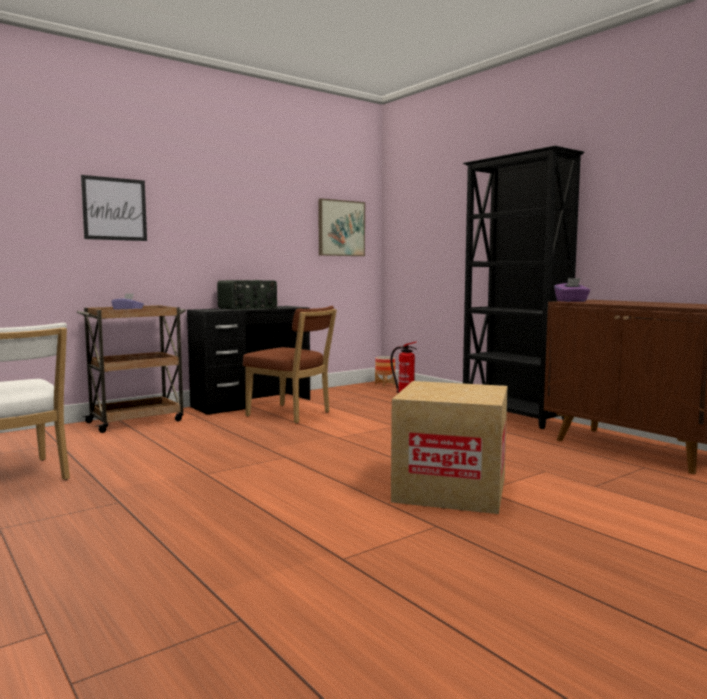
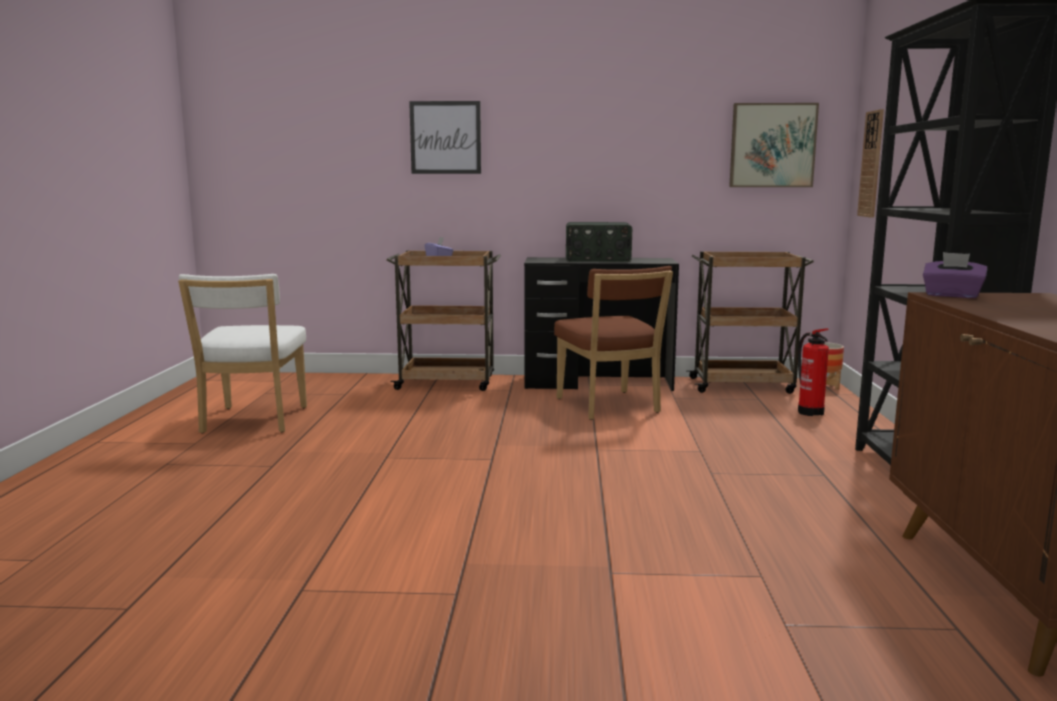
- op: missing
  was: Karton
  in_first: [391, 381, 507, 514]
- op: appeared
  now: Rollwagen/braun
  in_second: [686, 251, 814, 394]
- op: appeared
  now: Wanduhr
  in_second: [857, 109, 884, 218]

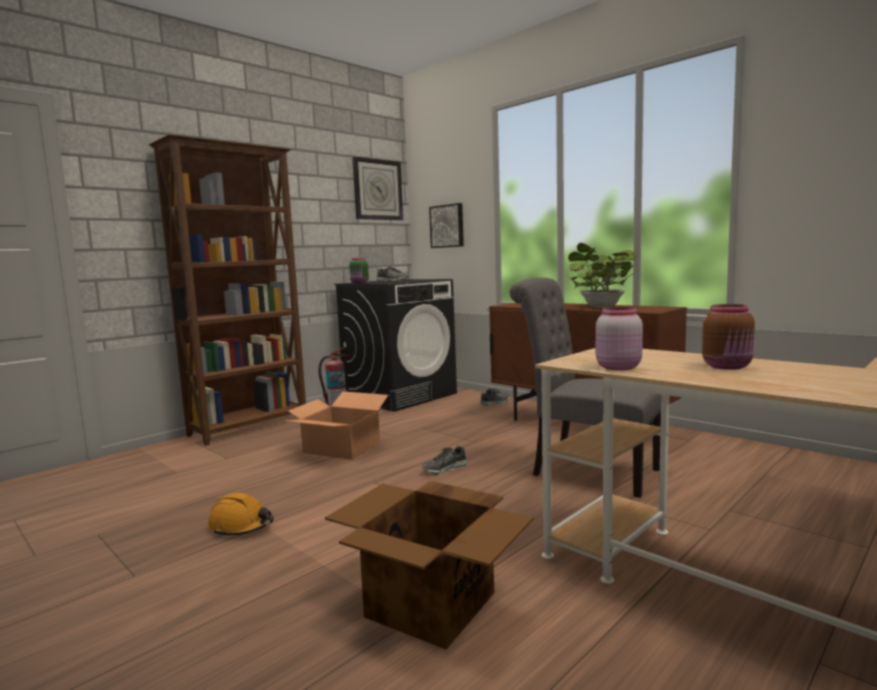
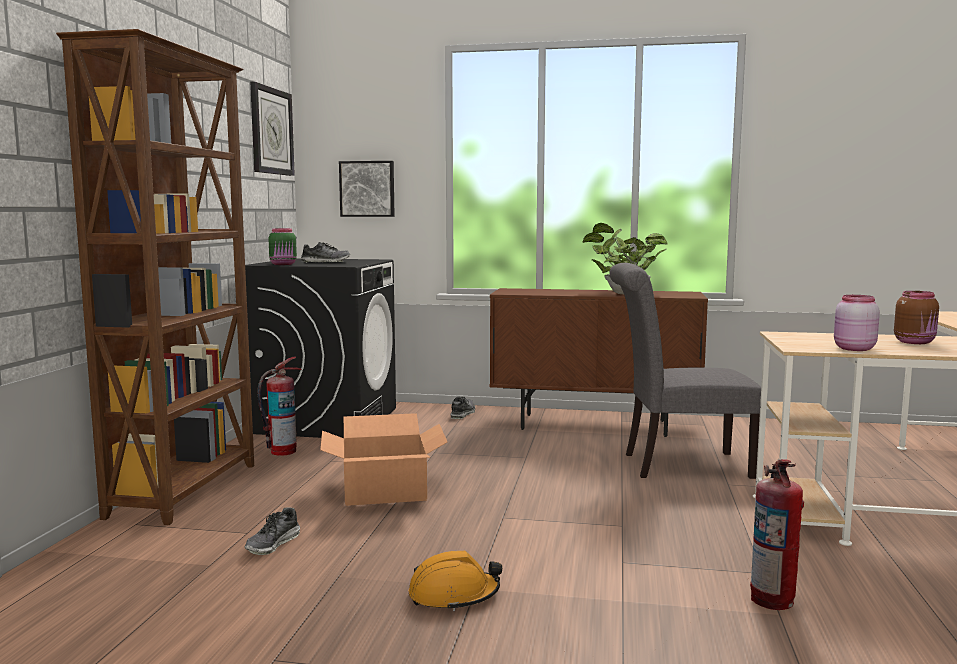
- op: relocated
  was: Schuh
  in_first: [422, 446, 468, 475]
  in_second: [244, 508, 300, 555]
- op: exchanged
  was: Karton
  now: Feuerlöscher
  in_first: [325, 481, 534, 649]
  in_second: [750, 459, 804, 610]

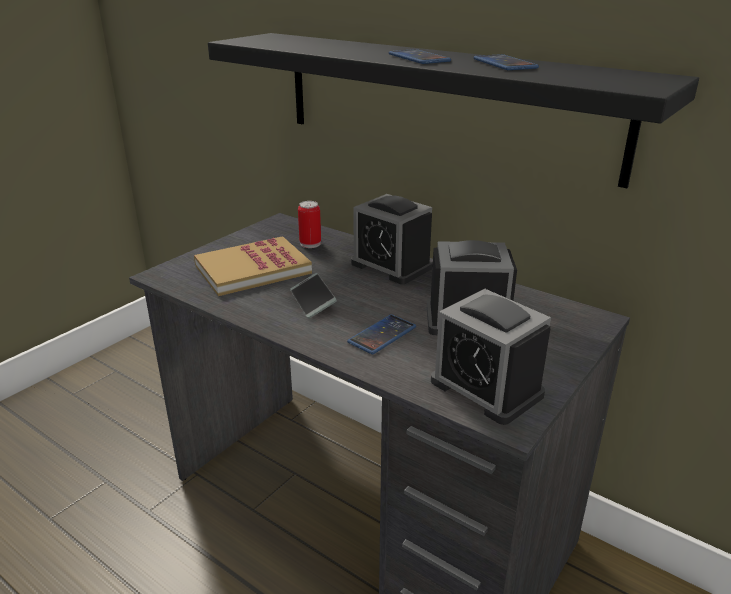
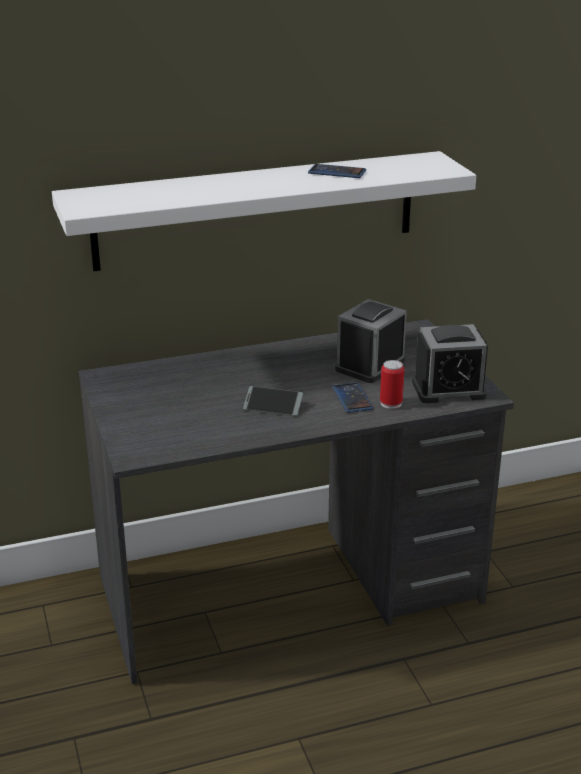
- op: missing
  was: Buch
  in_first: [194, 236, 312, 296]
- op: missing
  was: Wecker
  in_first: [351, 194, 433, 284]
- op: missing
  was: Handy
  in_first: [389, 49, 451, 64]
- op: relocated
  was: Dose
  in_first: [298, 201, 321, 248]
  in_second: [380, 360, 404, 409]
- op: colour
  was: Wandregal/schwarz
  now: Wandregal/weiß
  in_first: [208, 33, 699, 188]
  in_second: [52, 151, 476, 271]

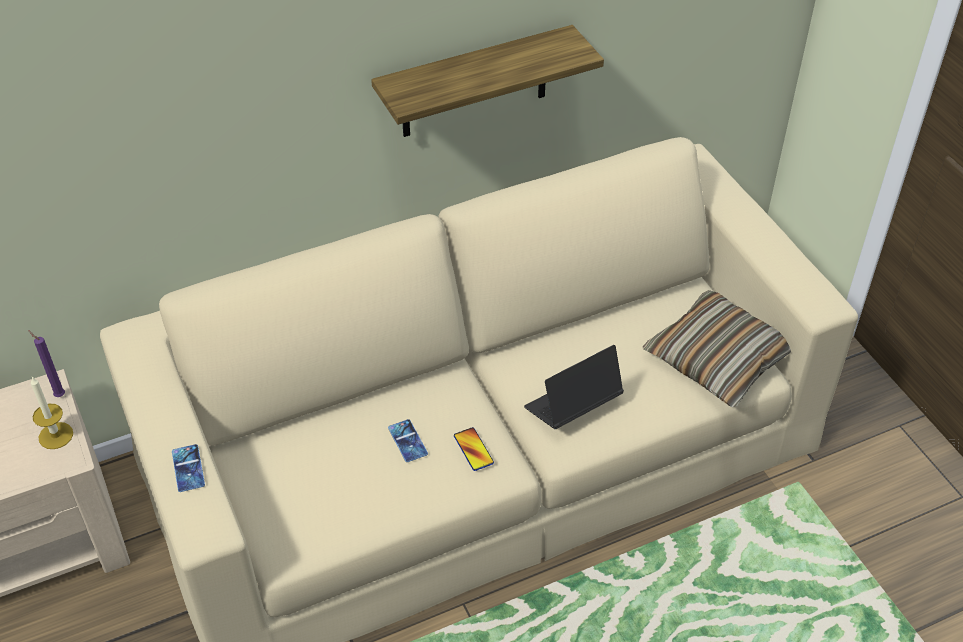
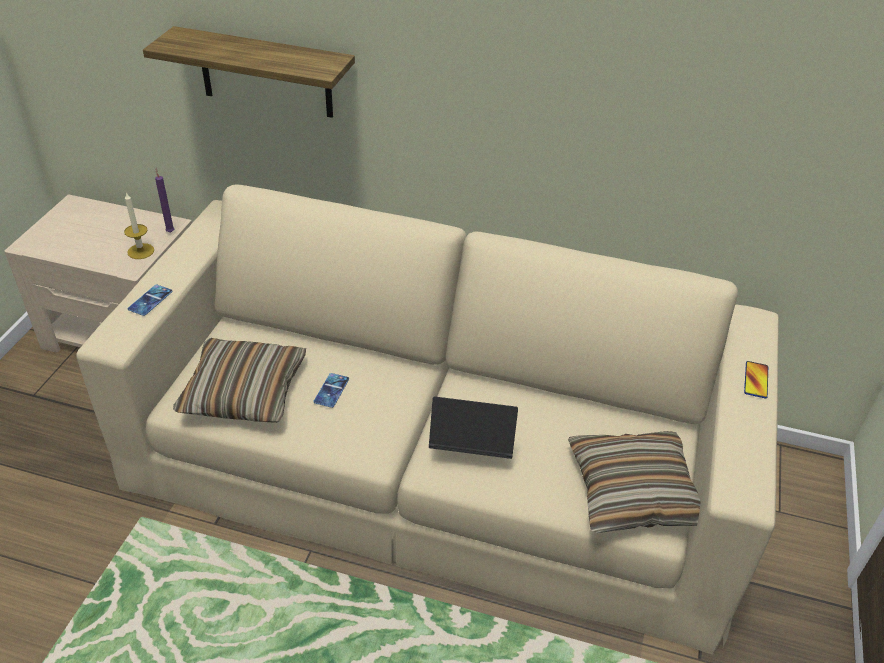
- op: appeared
  now: Kissen
  in_second: [173, 338, 306, 423]
- op: relocated
  was: Wandregal
  in_first: [371, 25, 604, 137]
  in_second: [143, 26, 355, 118]
- op: relocated
  was: Handy
  in_first: [454, 427, 494, 471]
  in_second: [744, 361, 768, 398]

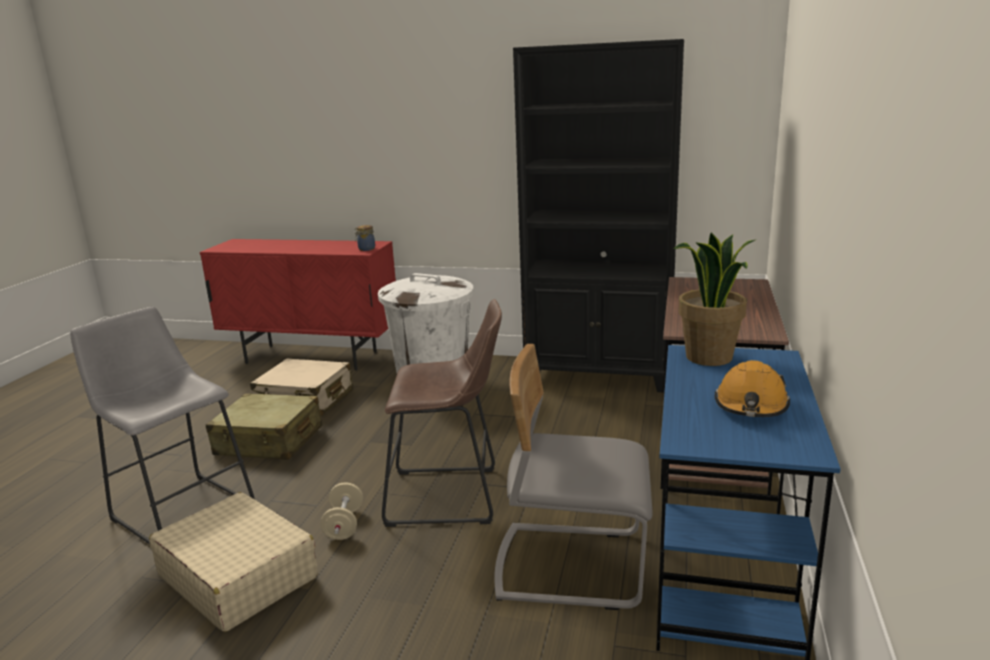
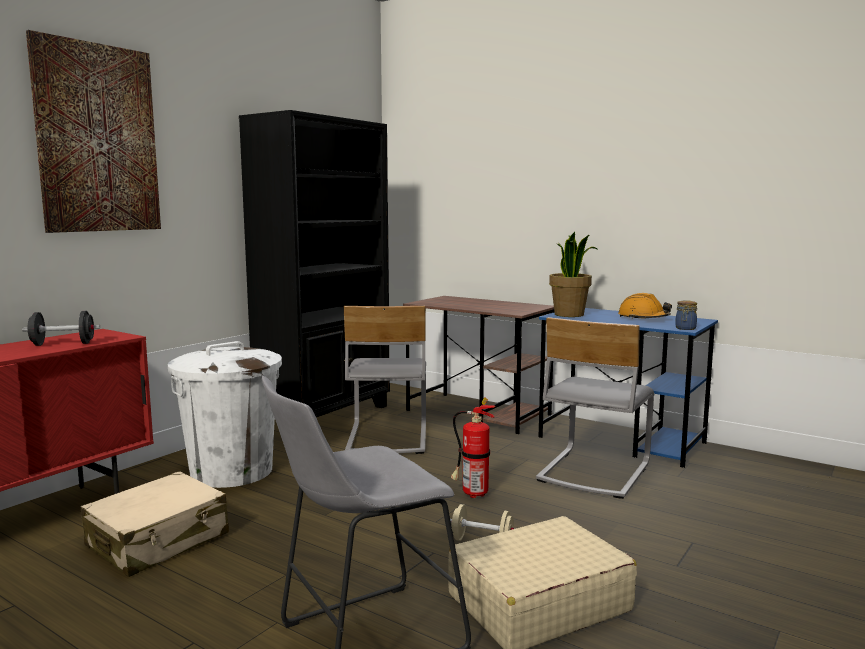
- op: missing
  was: Koffer/beige
  in_first: [206, 393, 322, 460]
- op: appeared
  now: Hantel/schwarz
  in_second: [22, 311, 100, 346]
- op: appeared
  now: Bild
  in_second: [26, 30, 161, 233]
- op: appeared
  now: Stuhl/grau
  in_second: [344, 306, 426, 454]
- op: relocated
  was: Vorratsglas
  in_first: [355, 225, 375, 251]
  in_second: [675, 300, 697, 330]
- op: exchanged
  was: Hocker/braun
  now: Feuerlöscher
  in_first: [382, 299, 502, 527]
  in_second: [451, 397, 496, 498]

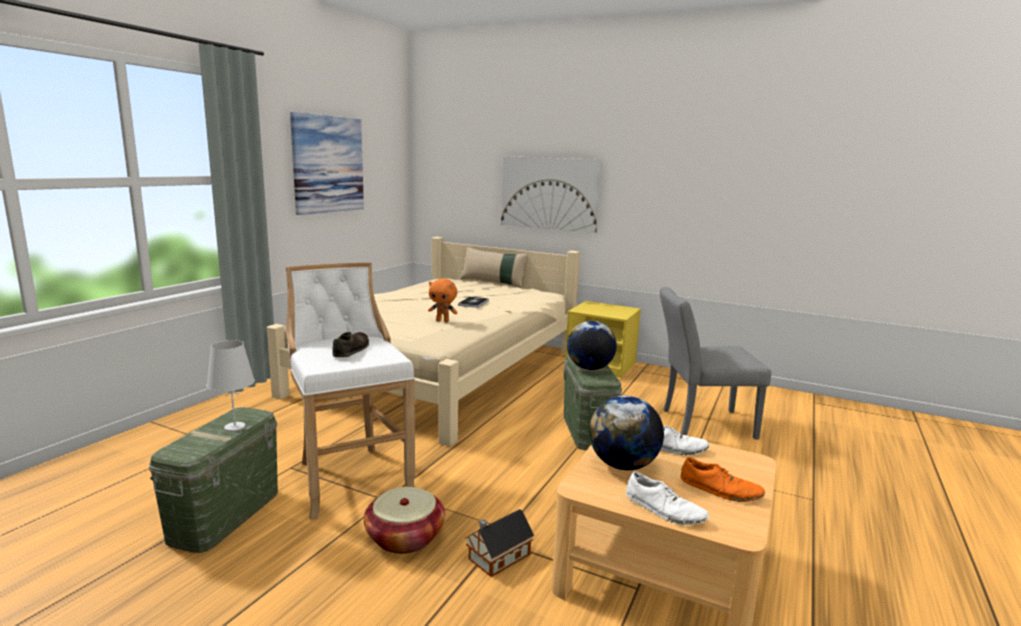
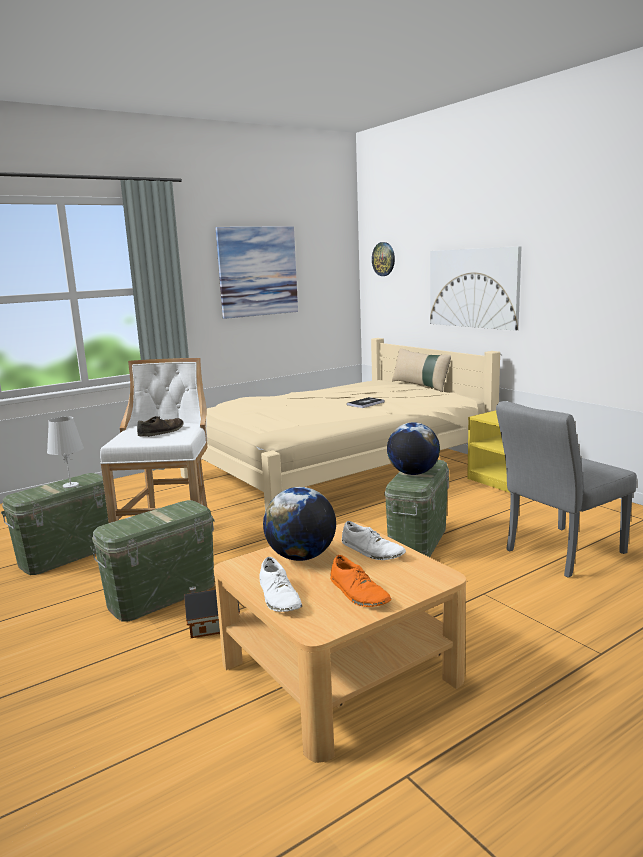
- op: missing
  was: Plüschtier/orange
  in_first: [428, 279, 458, 322]
- op: appeared
  now: Wanduhr
  in_second: [372, 242, 395, 276]
- op: exchanged
  was: Korb
  now: Aufbewahrungsbox/grün
  in_first: [364, 487, 445, 554]
  in_second: [91, 500, 215, 622]
- op: spun
  was: Stuhl/grau
  in_first: [660, 287, 771, 440]
  in_second: [496, 401, 637, 578]
  clockwise: -60

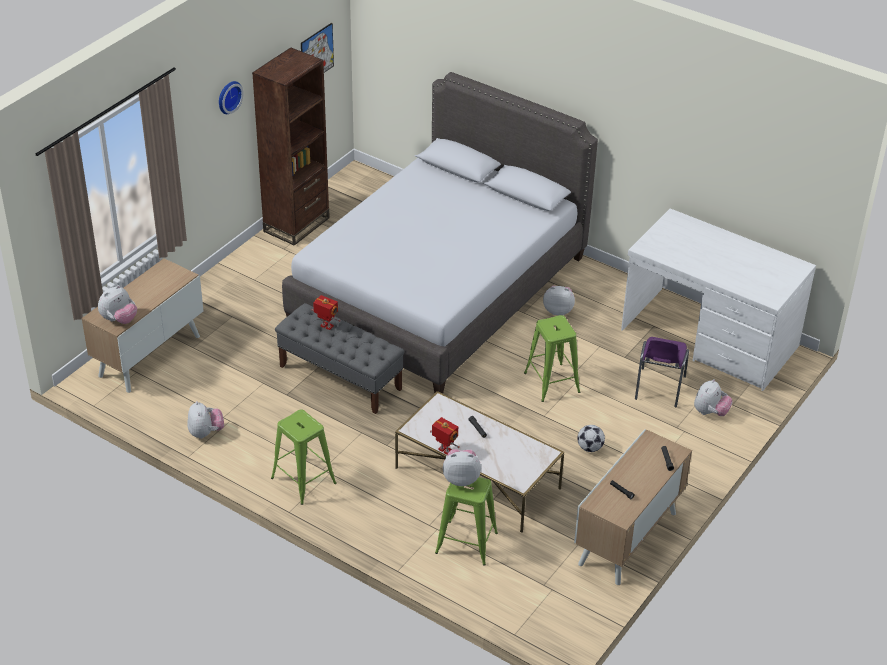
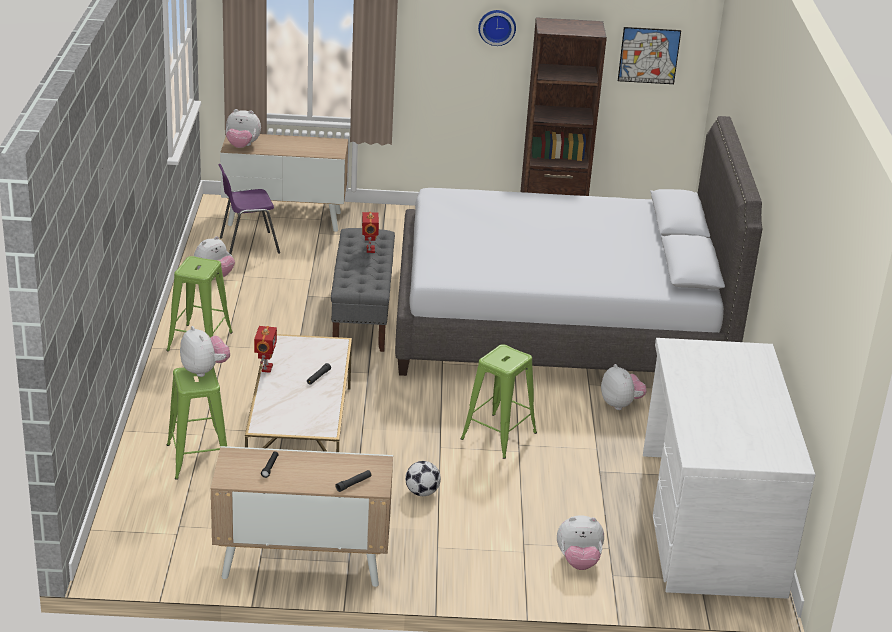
- op: relocated
  was: Stuhl/lila
  in_first: [635, 337, 689, 408]
  in_second: [218, 164, 280, 254]

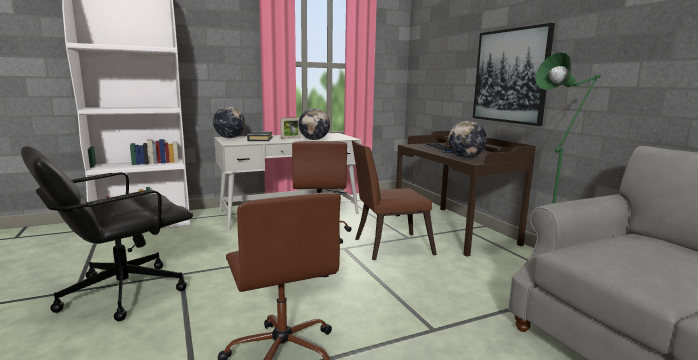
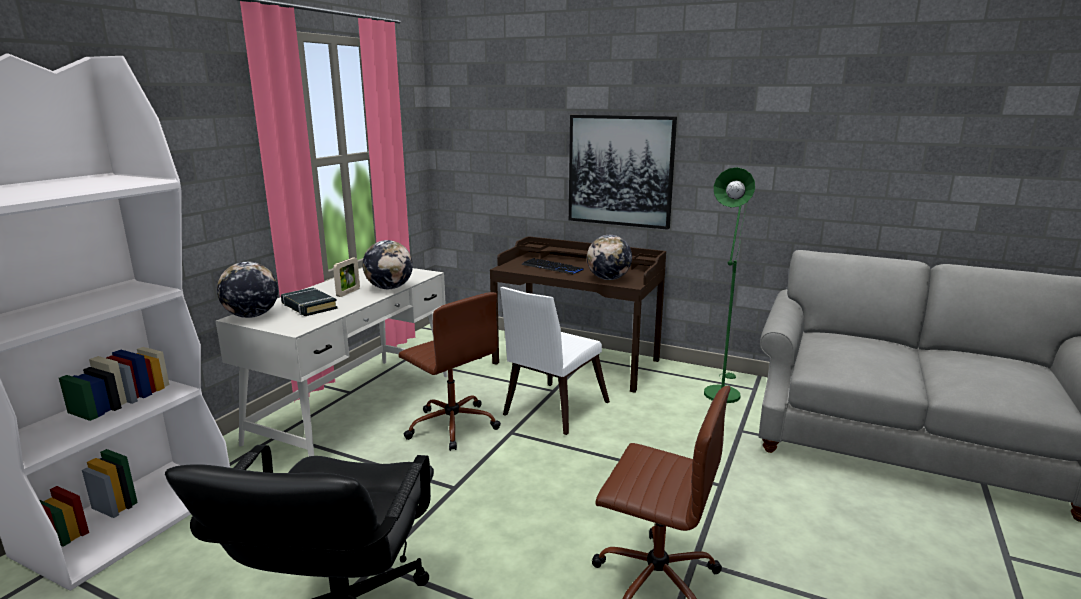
- op: colour
  was: Stuhl/braun
  now: Stuhl/weiß
  in_first: [352, 140, 437, 260]
  in_second: [500, 287, 610, 435]

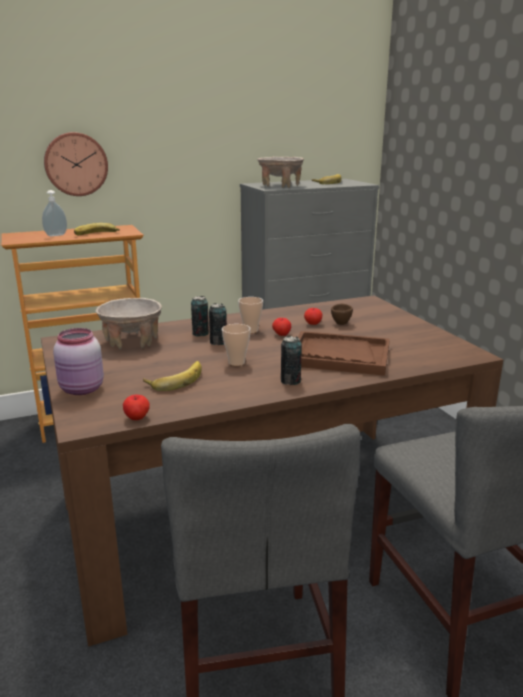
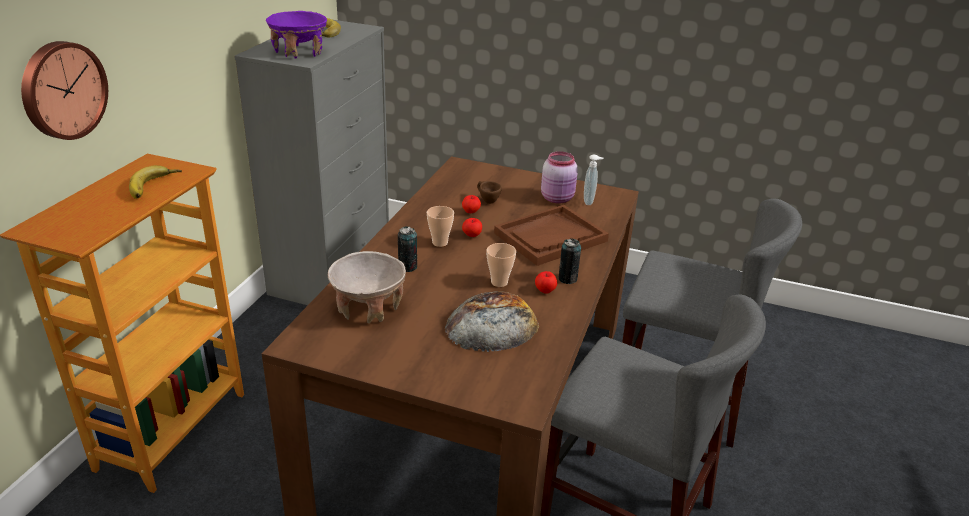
- op: missing
  was: Dose
  in_first: [209, 303, 227, 345]
- op: relocated
  was: Seifenspender
  in_first: [42, 190, 67, 236]
  in_second: [584, 155, 604, 205]
- op: relocated
  was: Vorratsglas/rosa
  in_first: [53, 328, 104, 395]
  in_second: [541, 151, 578, 204]
- op: relocated
  was: Apfel
  in_first: [123, 394, 150, 420]
  in_second: [535, 271, 557, 294]
- op: exchanged
  was: Banane
  now: Brot
  in_first: [143, 361, 202, 391]
  in_second: [445, 291, 539, 352]
- op: colour
  was: Schüssel/beige
  now: Schüssel/lila
  in_first: [257, 157, 304, 188]
  in_second: [266, 11, 327, 59]

